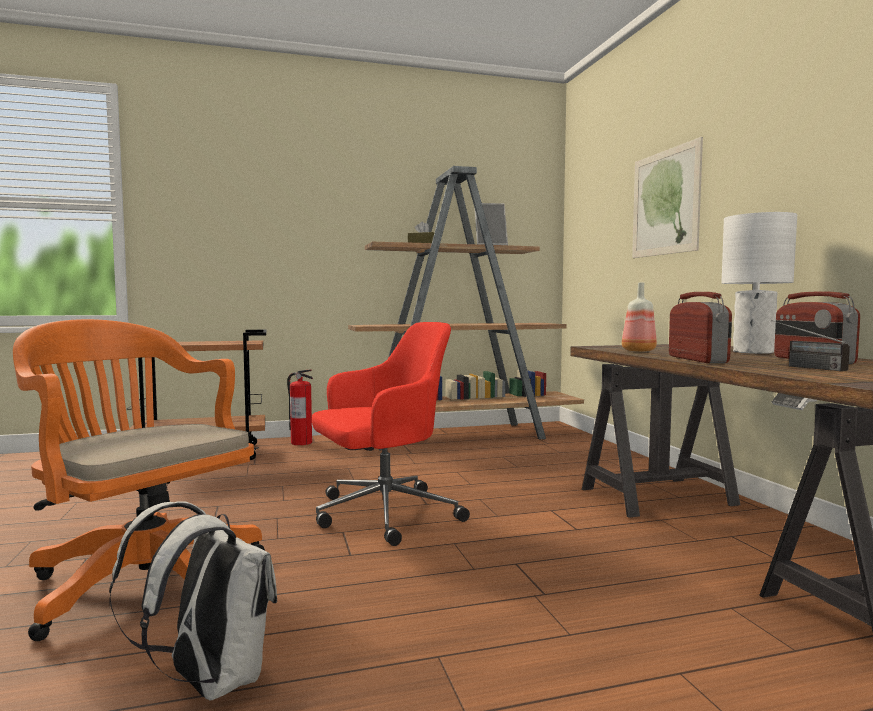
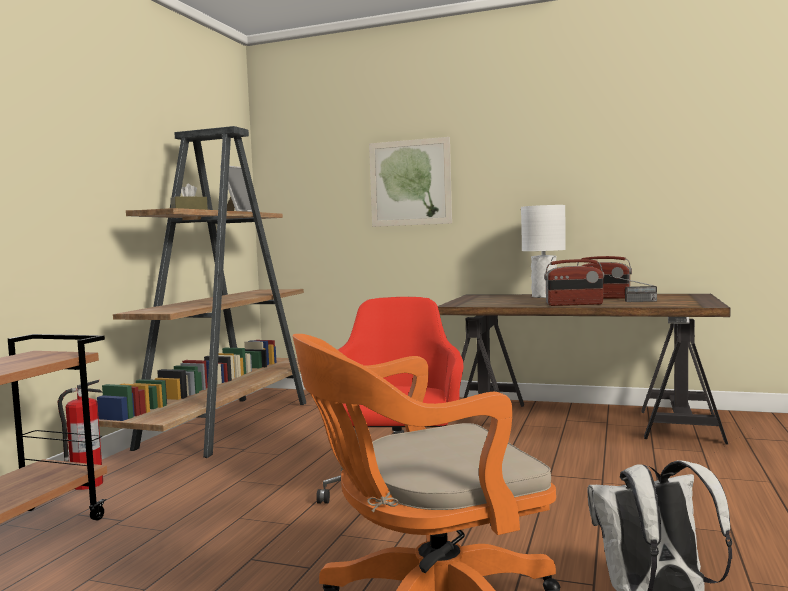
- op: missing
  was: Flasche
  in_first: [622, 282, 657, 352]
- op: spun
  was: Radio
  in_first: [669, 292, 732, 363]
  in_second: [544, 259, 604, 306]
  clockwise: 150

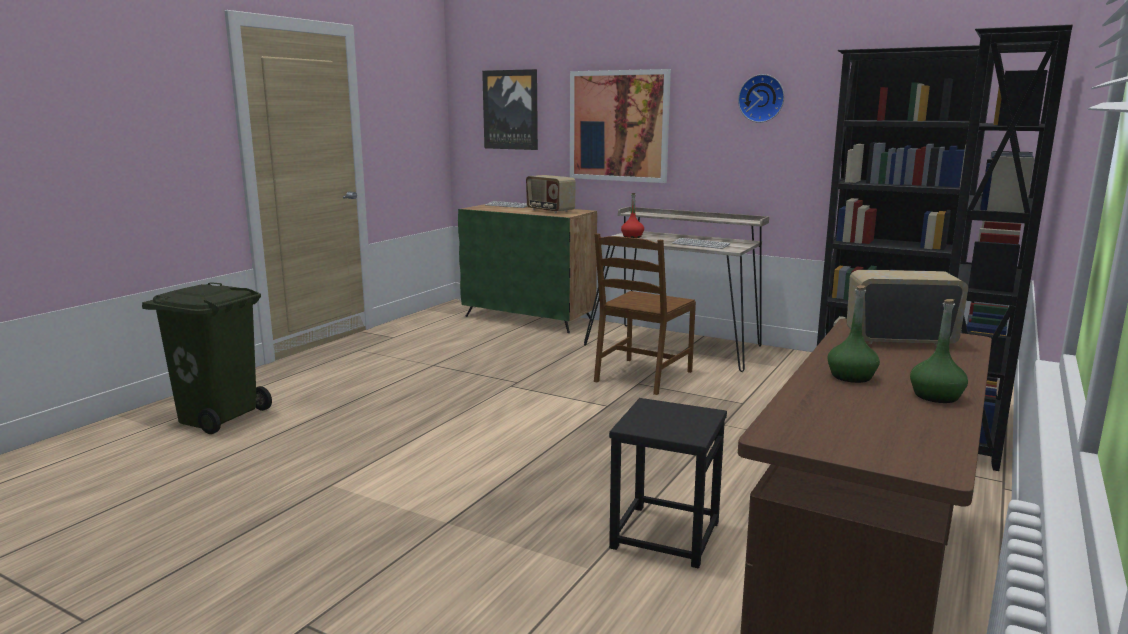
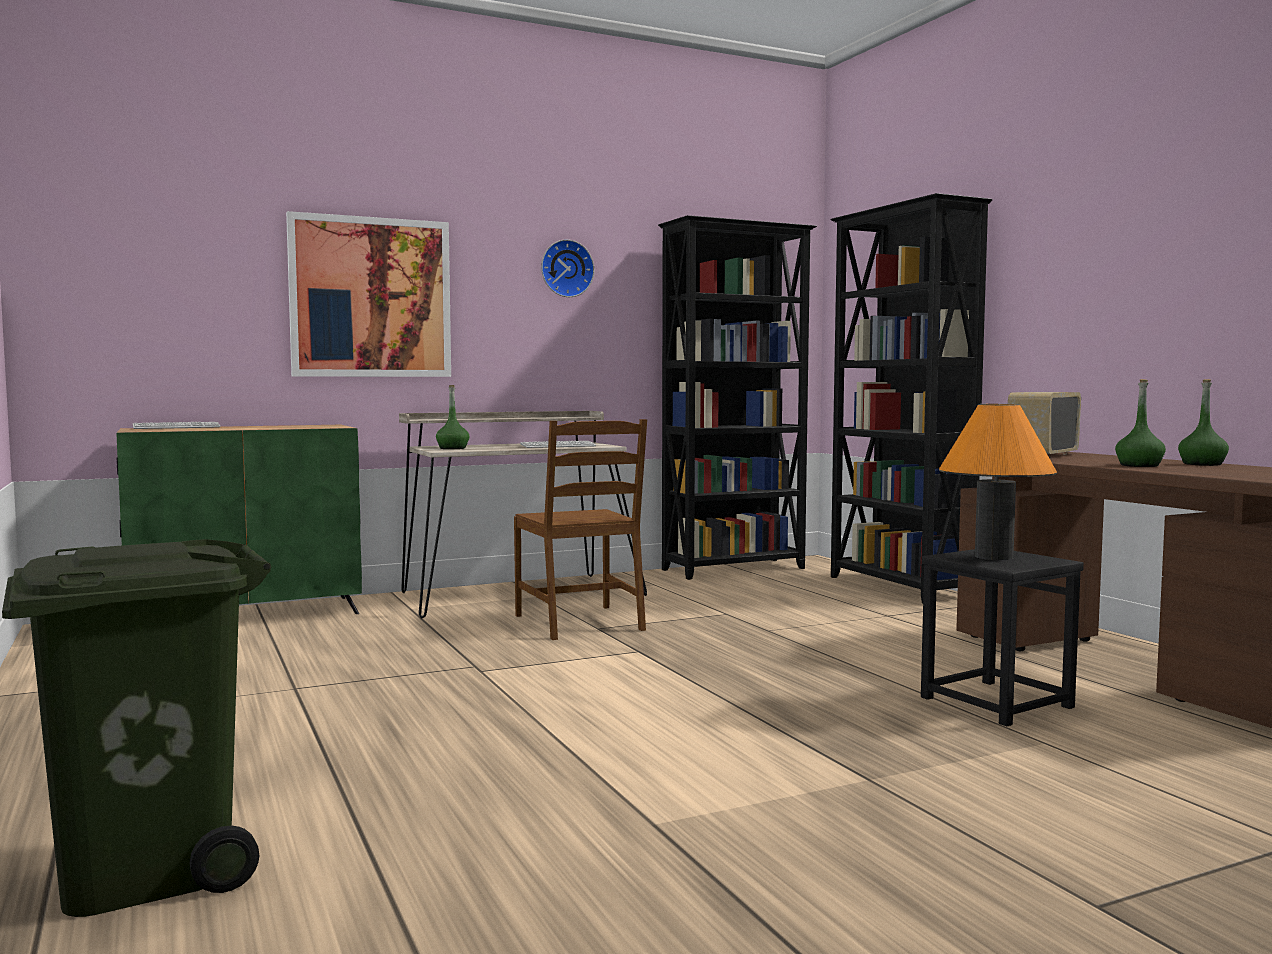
- op: missing
  was: Bild
  in_first: [482, 69, 538, 150]
- op: missing
  was: Radio
  in_first: [526, 175, 576, 213]
- op: appeared
  now: Tischlampe/orange
  in_second: [939, 404, 1057, 560]
- op: colour
  was: Flasche/rot
  now: Flasche/grün
  in_first: [621, 193, 644, 238]
  in_second: [436, 385, 470, 449]

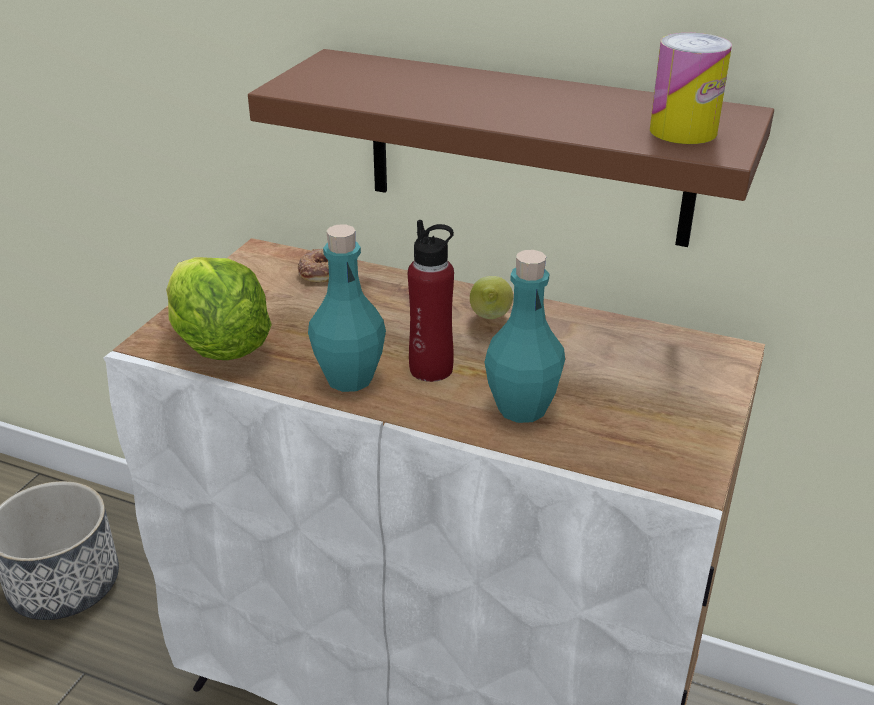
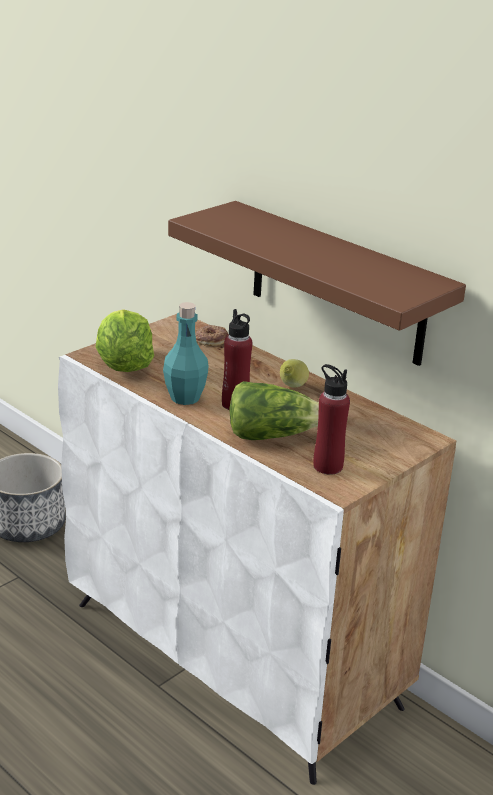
- op: missing
  was: Dose
  in_first: [650, 33, 732, 144]
- op: appeared
  now: Flasche/rot
  in_second: [313, 364, 350, 475]
- op: exchanged
  was: Flasche/türkis
  now: Salatkopf
  in_first: [485, 250, 565, 423]
  in_second: [229, 381, 319, 440]

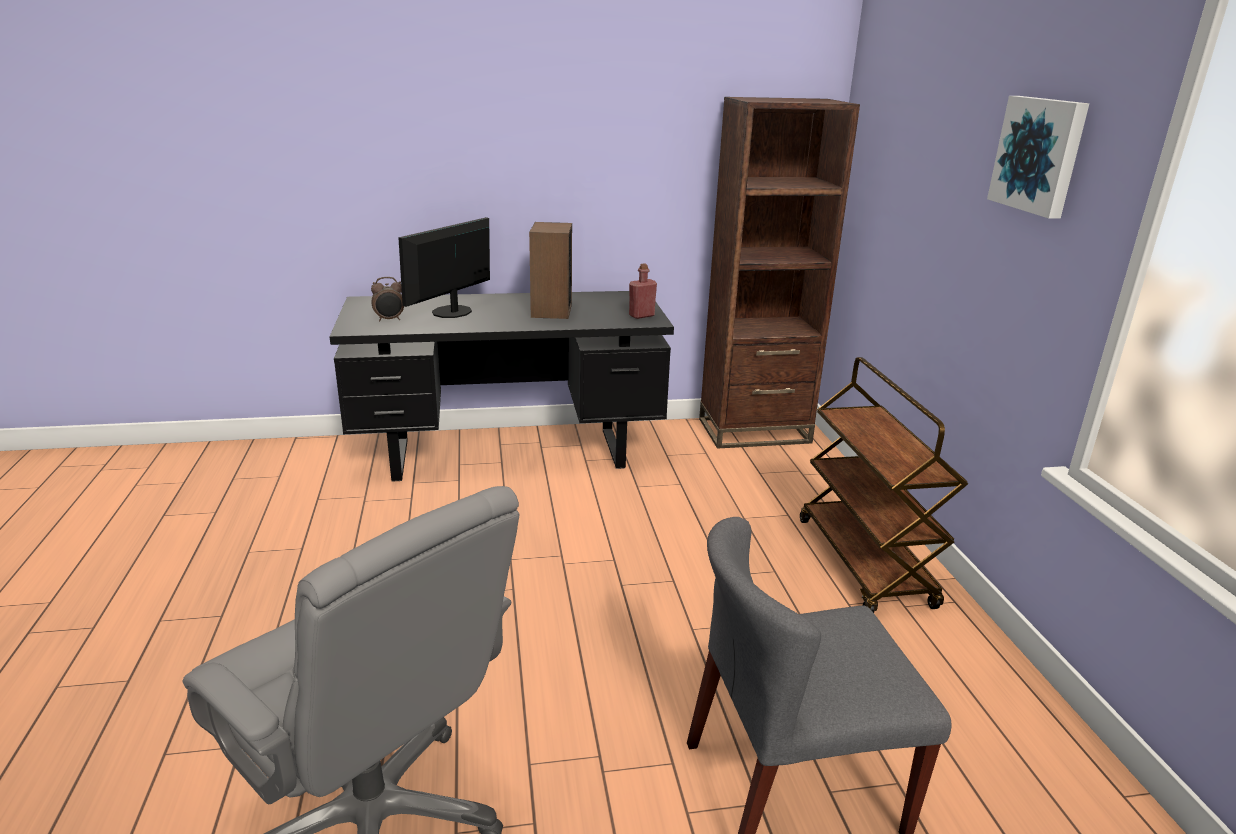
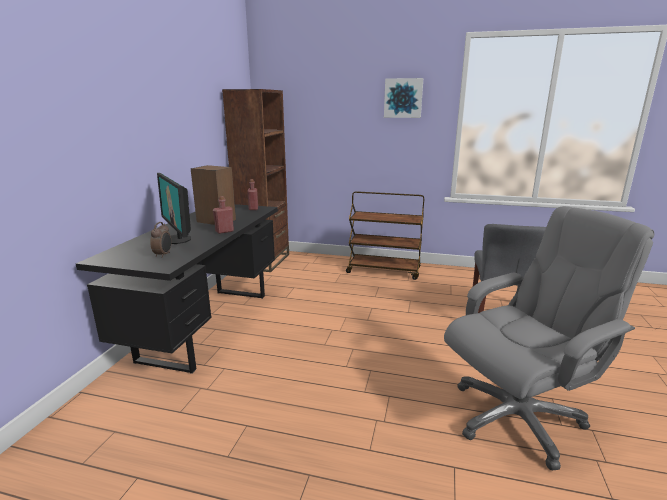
- op: appeared
  now: Flasche/rot
  in_second: [213, 196, 234, 234]

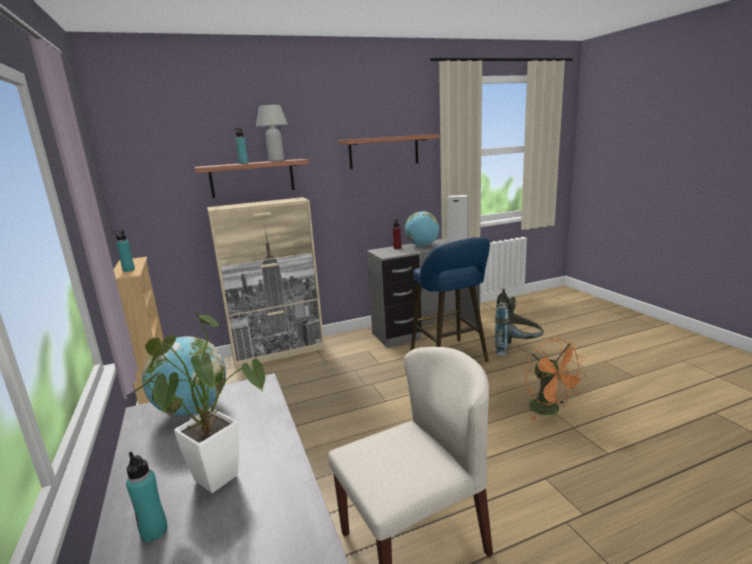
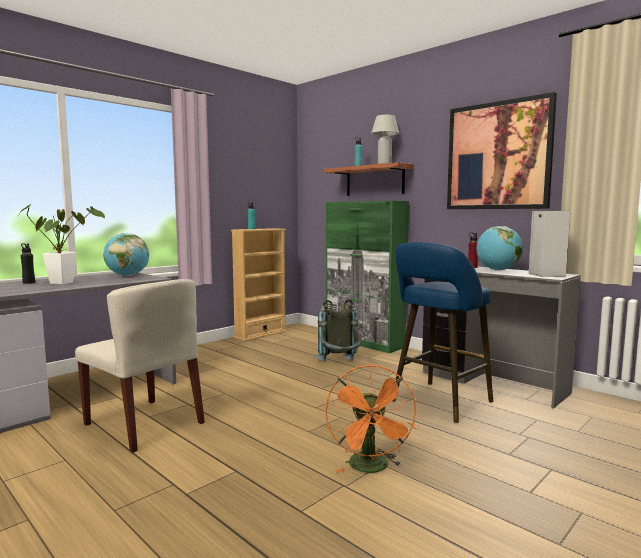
- op: relocated
  was: Rucksack/grau
  in_first: [495, 289, 544, 356]
  in_second: [316, 300, 361, 362]
- op: exchanged
  was: Wandregal
  now: Bild
  in_first: [338, 134, 439, 169]
  in_second: [447, 92, 557, 209]
- op: colour
  was: Flasche/türkis
  now: Flasche/schwarz
  in_first: [126, 451, 168, 542]
  in_second: [21, 243, 35, 284]
- op: colour
  was: Schrank/beige
  now: Schrank/grün
  in_first: [207, 197, 325, 369]
  in_second: [326, 201, 409, 354]
- op: spun
  was: Ventilator/orange
  in_first: [526, 339, 587, 420]
  in_second: [325, 365, 417, 473]
  clockwise: -45

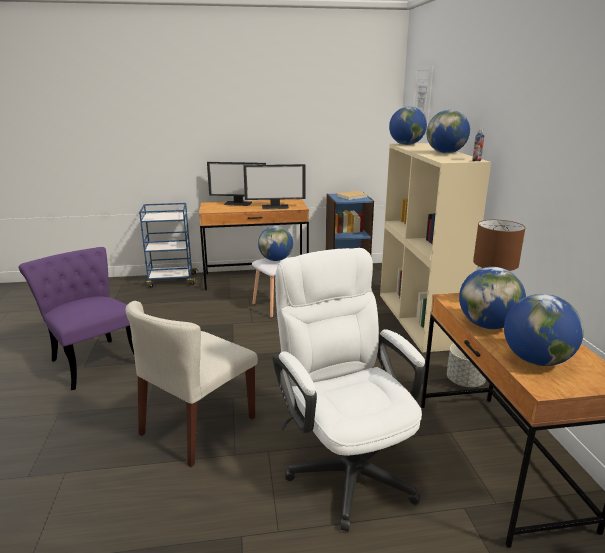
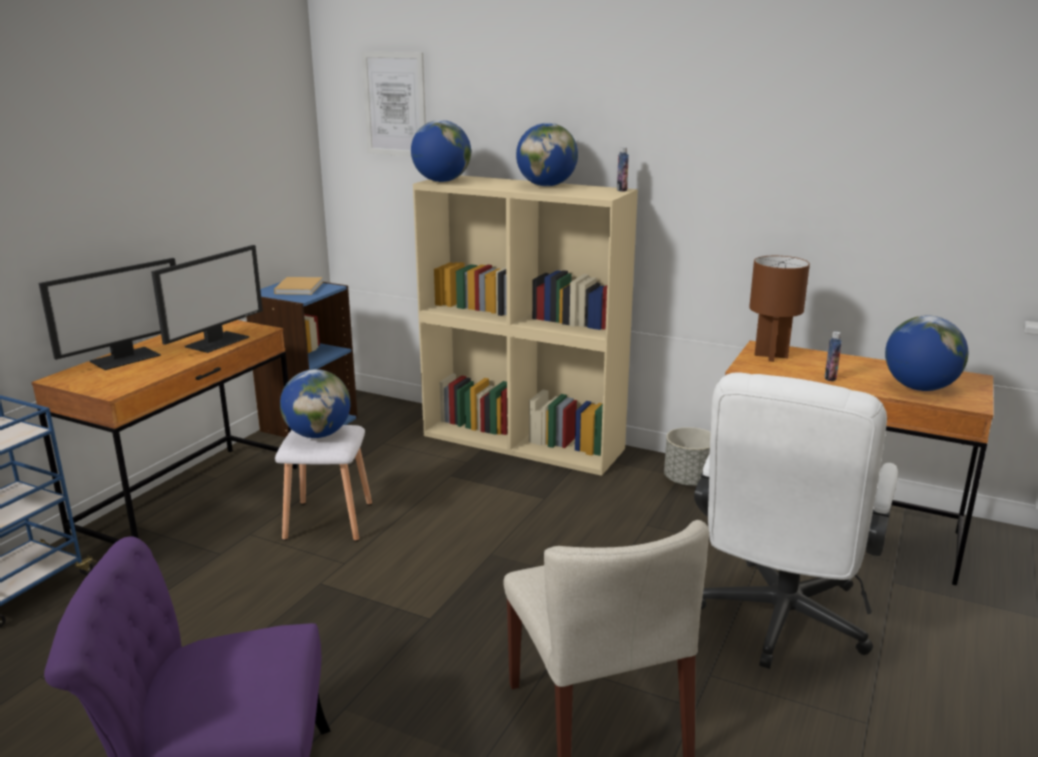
- op: exchanged
  was: Globus
  now: Flasche
  in_first: [459, 267, 526, 329]
  in_second: [825, 331, 842, 381]
- op: spun
  was: Bürostuhl/weiß
  in_first: [272, 248, 425, 532]
  in_second: [694, 372, 898, 669]
  clockwise: -75

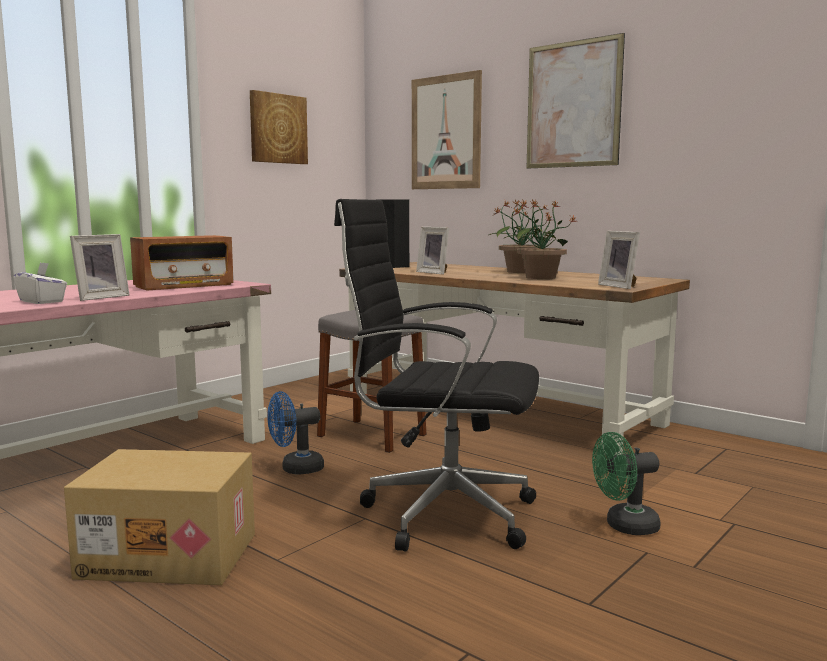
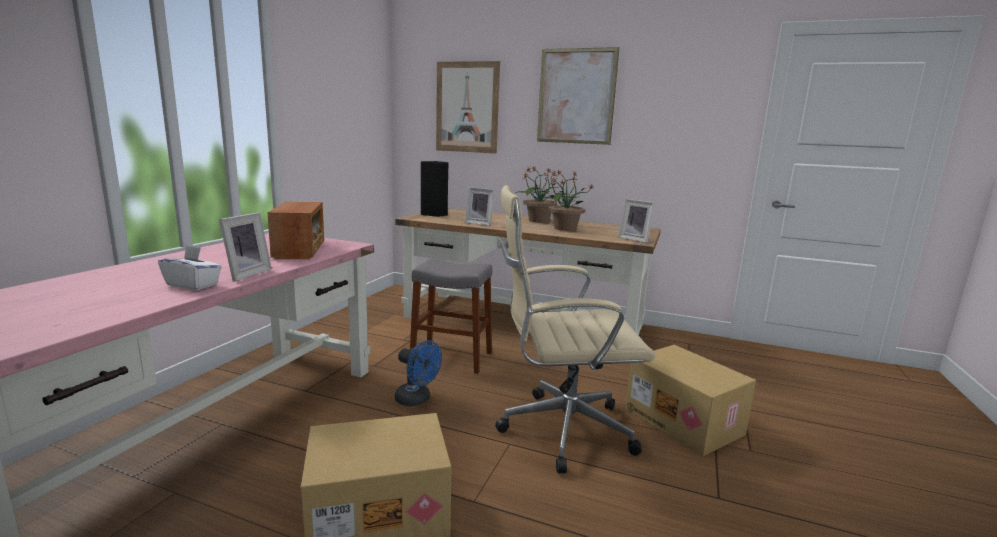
- op: missing
  was: Bild
  in_first: [250, 90, 308, 164]
- op: exchanged
  was: Ventilator/grün
  now: Karton
  in_first: [592, 432, 661, 535]
  in_second: [625, 345, 756, 456]
- op: colour
  was: Bürostuhl/schwarz
  now: Bürostuhl/beige
  in_first: [334, 199, 539, 552]
  in_second: [495, 185, 655, 473]
- op: spun
  was: Radio
  in_first: [130, 235, 234, 290]
  in_second: [268, 201, 324, 259]
  clockwise: -45
- op: spun
  was: Ventilator/blau
  in_first: [267, 391, 324, 474]
  in_second: [395, 340, 442, 406]
  clockwise: -105

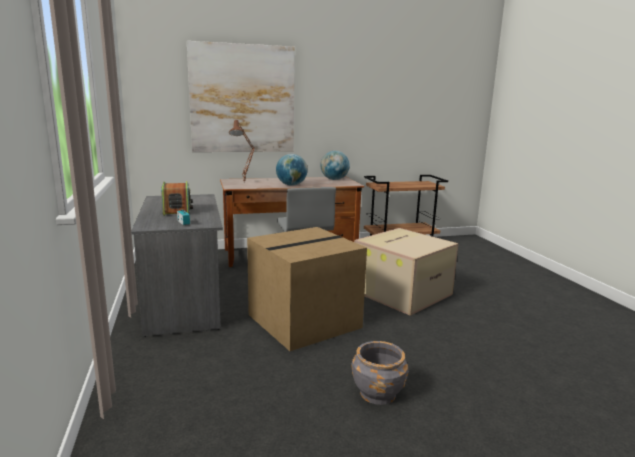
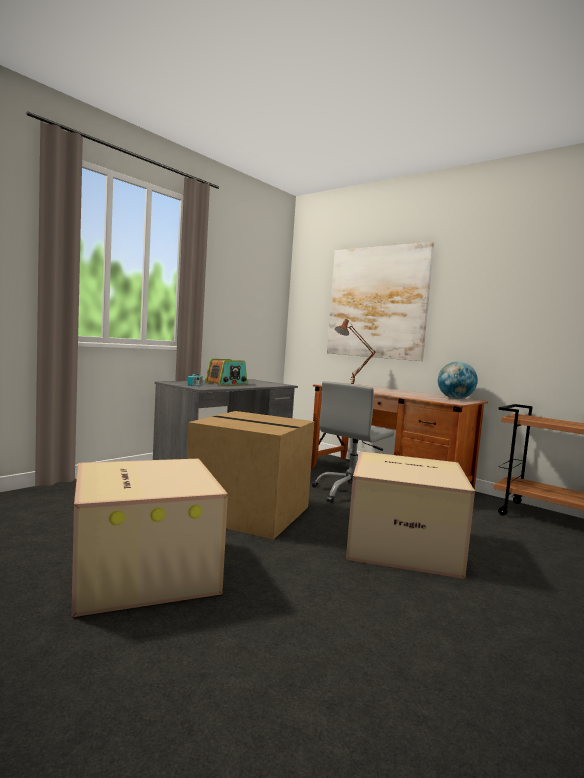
- op: missing
  was: Globus
  in_first: [276, 154, 308, 186]
- op: exchanged
  was: Pflanzkübel/grau
  now: Karton
  in_first: [351, 341, 408, 405]
  in_second: [71, 459, 228, 617]

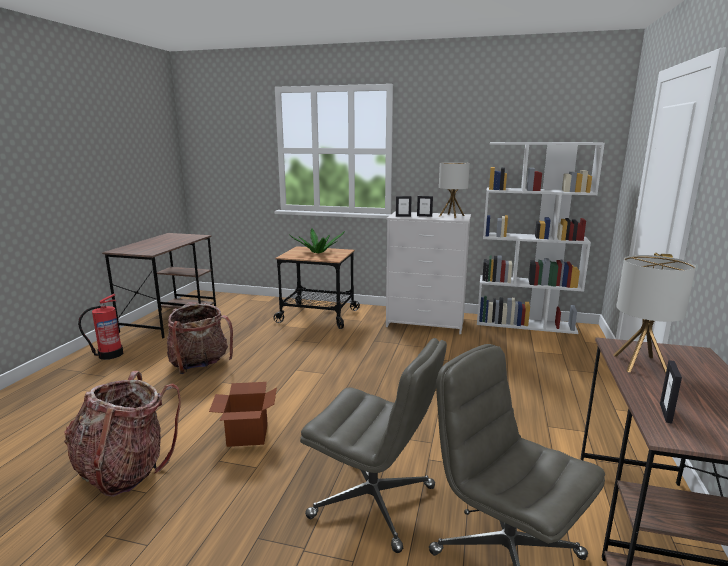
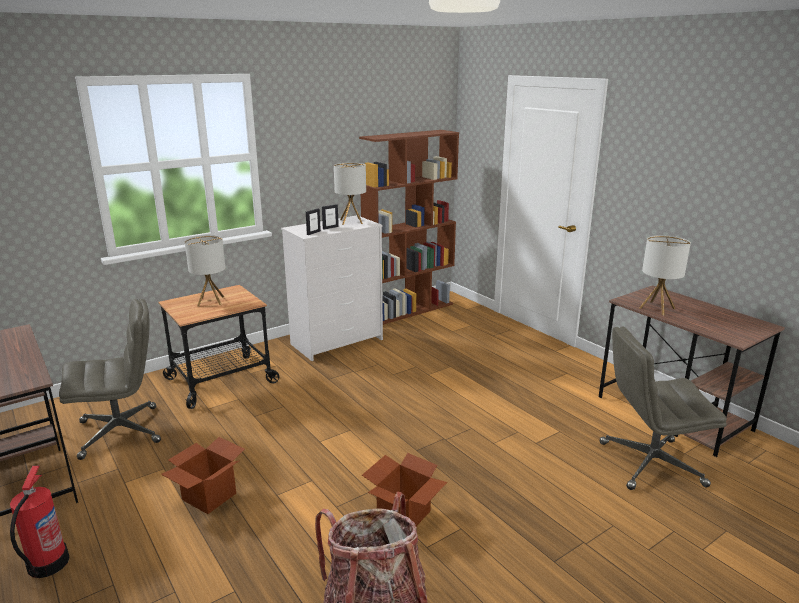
- op: missing
  was: Bilderrahmen
  in_first: [660, 360, 682, 424]
- op: relocated
  was: Bürostuhl/grau
  in_first: [300, 338, 447, 553]
  in_second: [59, 299, 161, 460]
- op: exchanged
  was: Rucksack
  now: Karton
  in_first: [167, 302, 233, 374]
  in_second: [161, 437, 245, 514]
- op: exchanged
  was: Topfpflanze
  now: Tischlampe
  in_first: [289, 228, 345, 253]
  in_second: [185, 235, 226, 306]
- op: colour
  was: Bücherregal/weiß
  now: Bücherregal/braun
  in_first: [477, 142, 605, 334]
  in_second: [359, 130, 459, 325]

